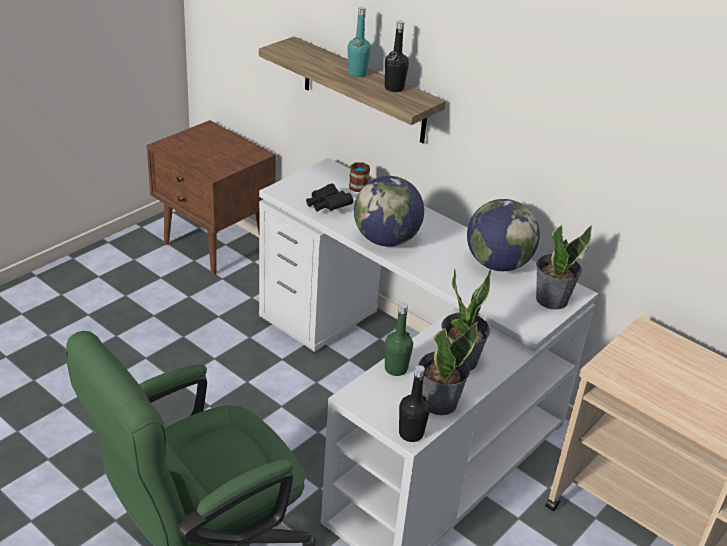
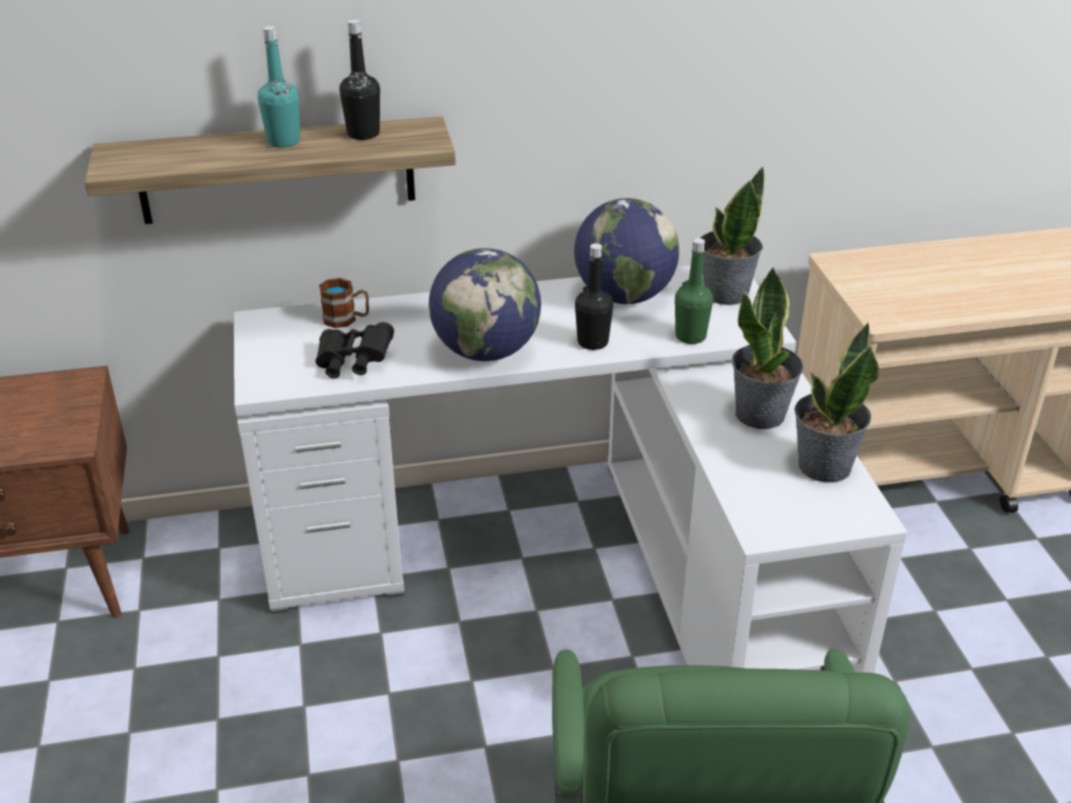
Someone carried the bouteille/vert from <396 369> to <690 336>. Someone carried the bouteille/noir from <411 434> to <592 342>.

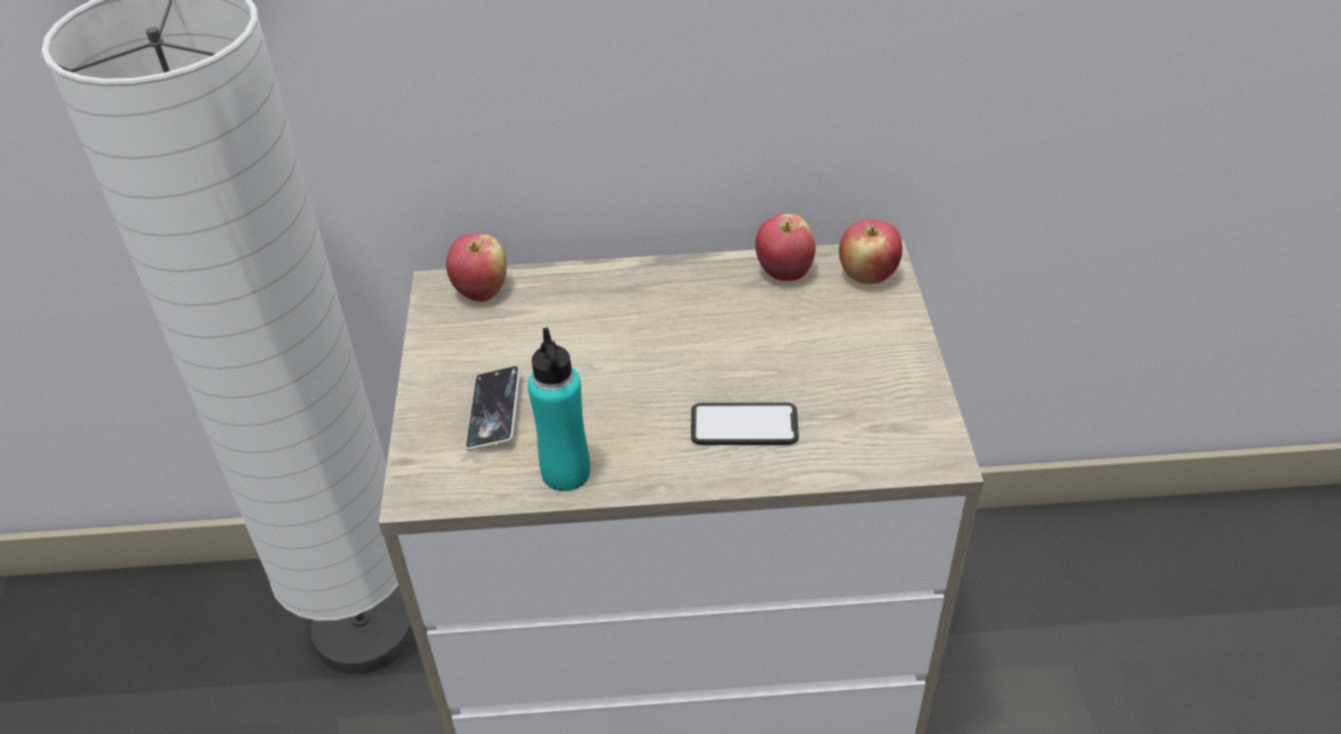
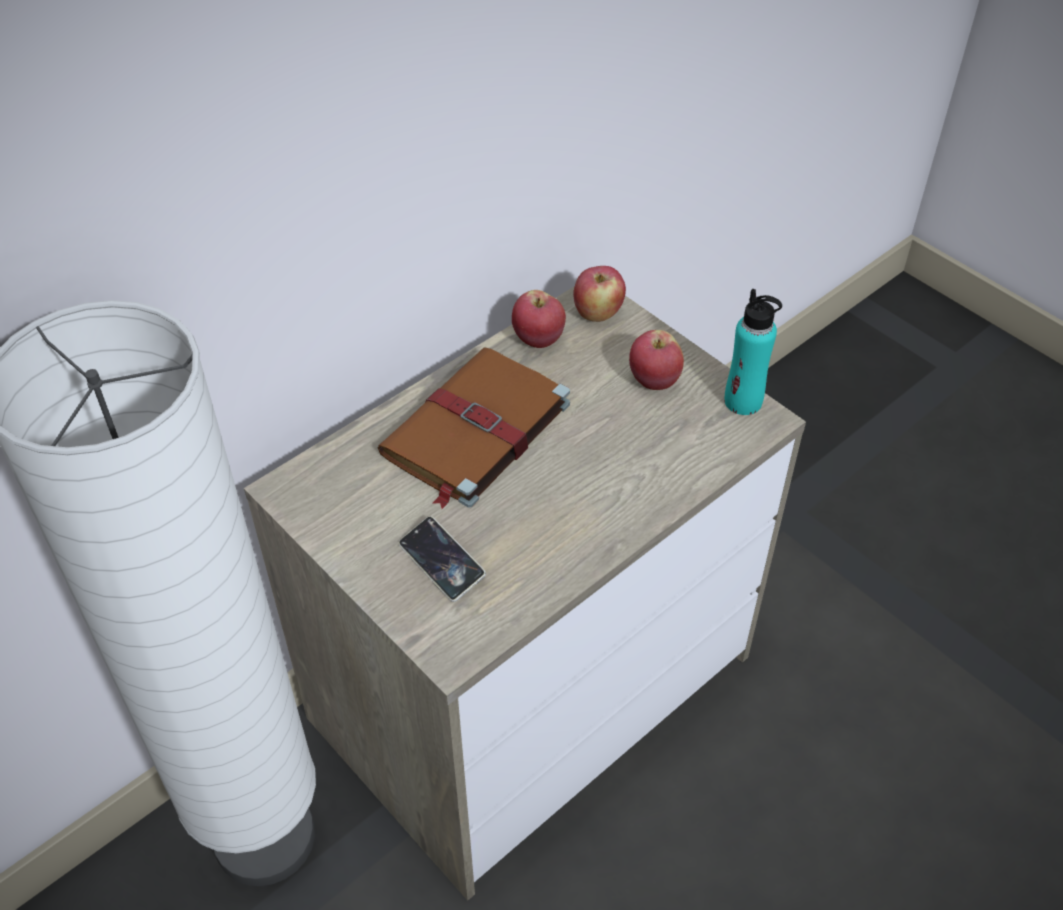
Someone took away the téléphone at <744 425>. Someone put down the livre/marron at <474 431>. Someone carried the pomme from <481 291> to <654 380>. Someone carried the bouteille/turquoise from <566 473> to <743 401>.

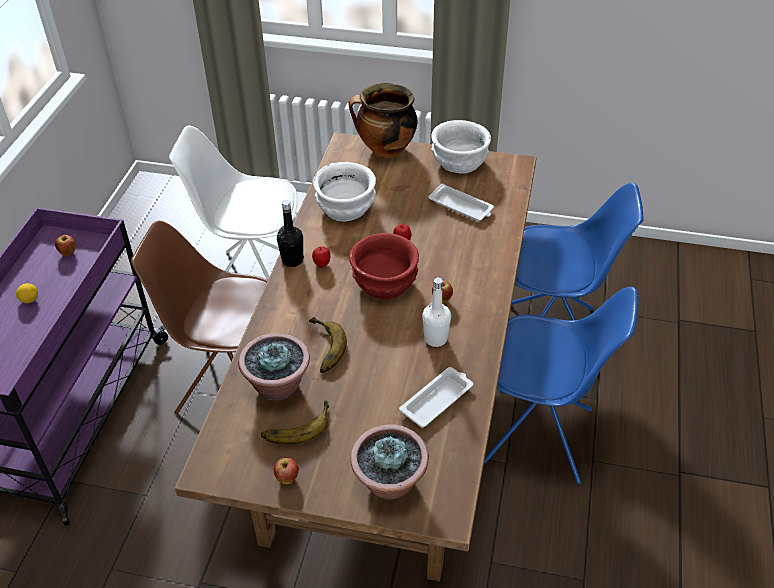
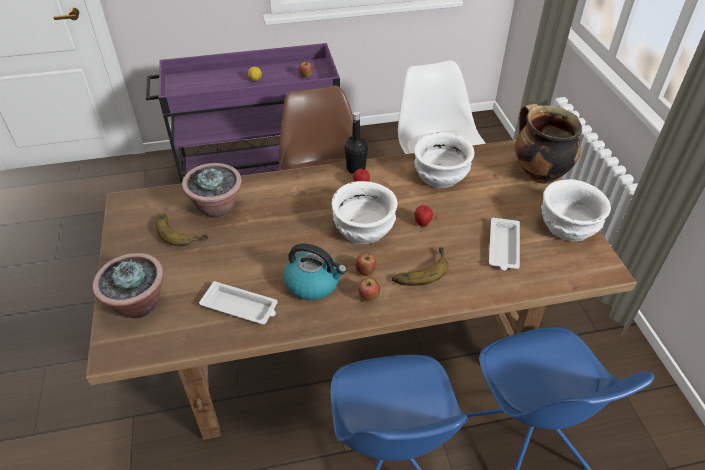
Someone carried the pomme from <287 479> to <368 297>. Someone carried the banane from <321 348> to <418 269>. Someone swapped the bouteille/blanc at <435 339> for the bouilloire at <314 283>. Someone repainted the bol/rouge at <385 282>, which became the bol/blanc at <364 229>.

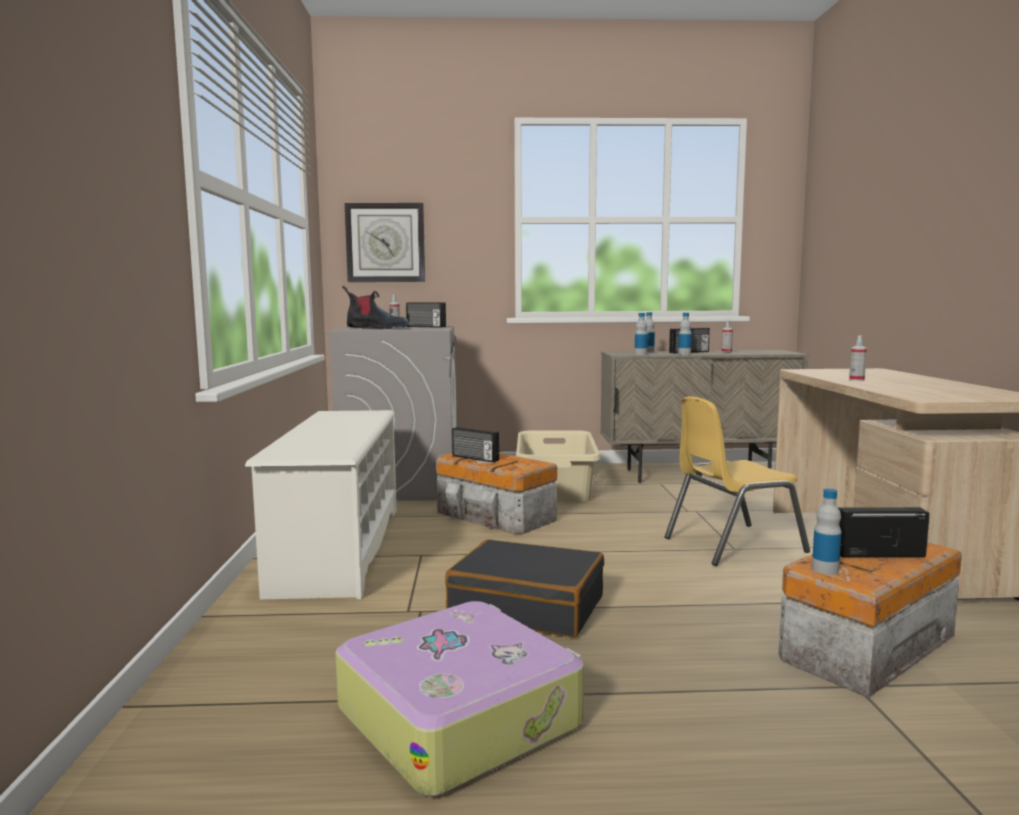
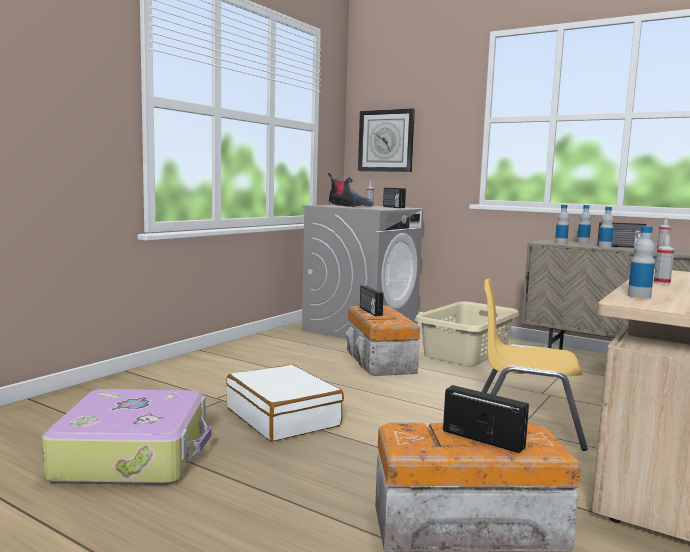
Someone took away the étagère à chaussures/blanc at <338 548>. Someone carried the bouteille from <825 569> to <639 296>. Someone repainted the valise/noir at <527 607>, which became the valise/blanc at <283 417>.

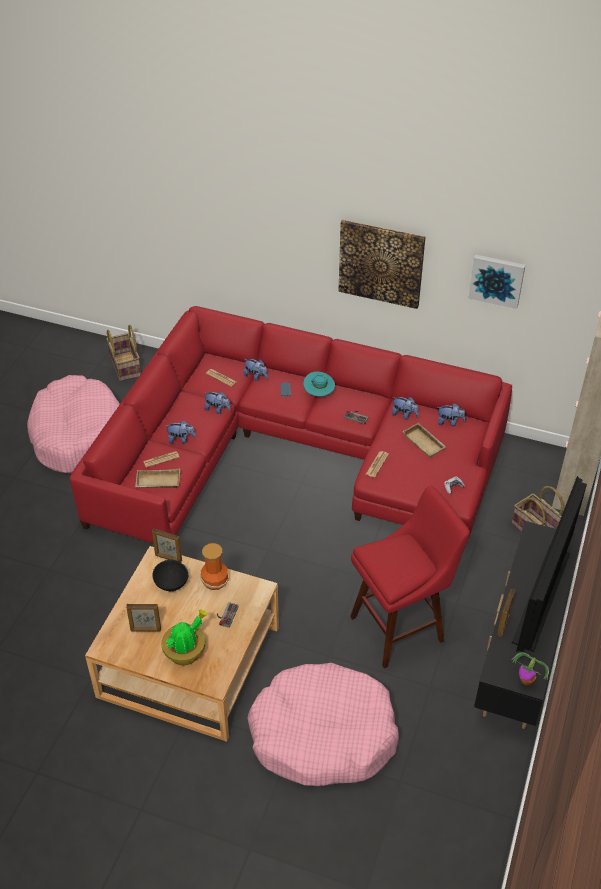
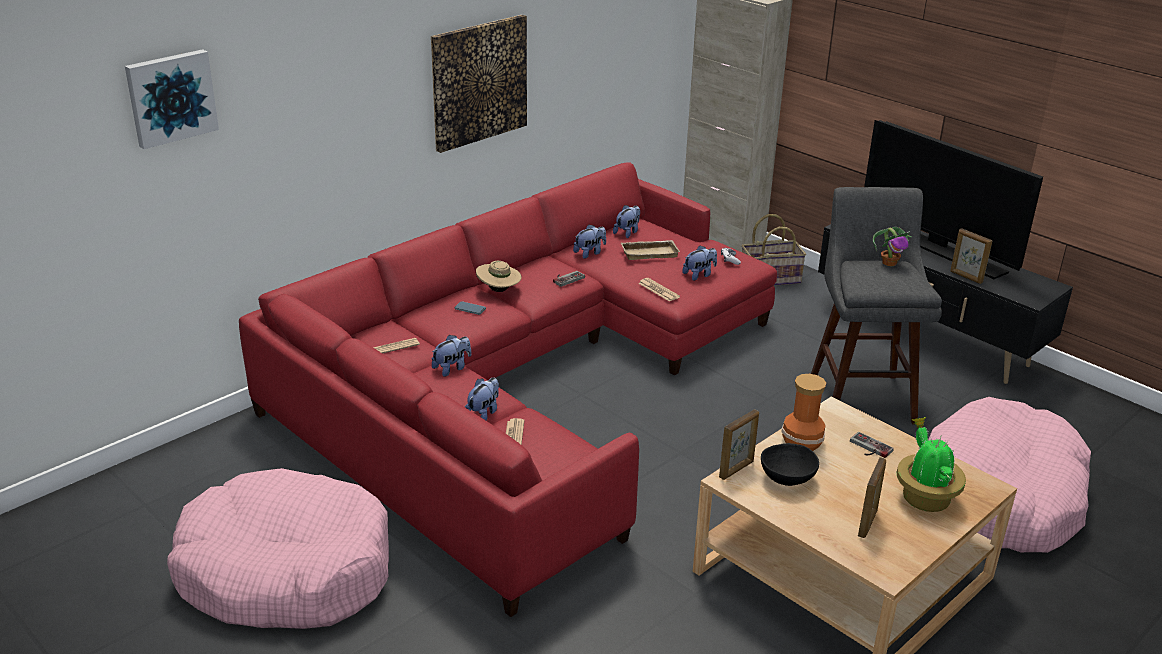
Someone took away the panier at <126 366>. Someone took away the plateau/beige at <157 482>. Someone carried the peluche from <256 376> to <699 275>. Someone carried the tableau from <497 280> to <171 97>. Someone carried the plante en pot from <527 680> to <889 263>. Someone repainted the chapeau/turquoise at <319 393>, which became the chapeau/beige at <499 290>. Someone repainted the tabouret/rouge at <401 627>, which became the tabouret/gris at <860 395>.

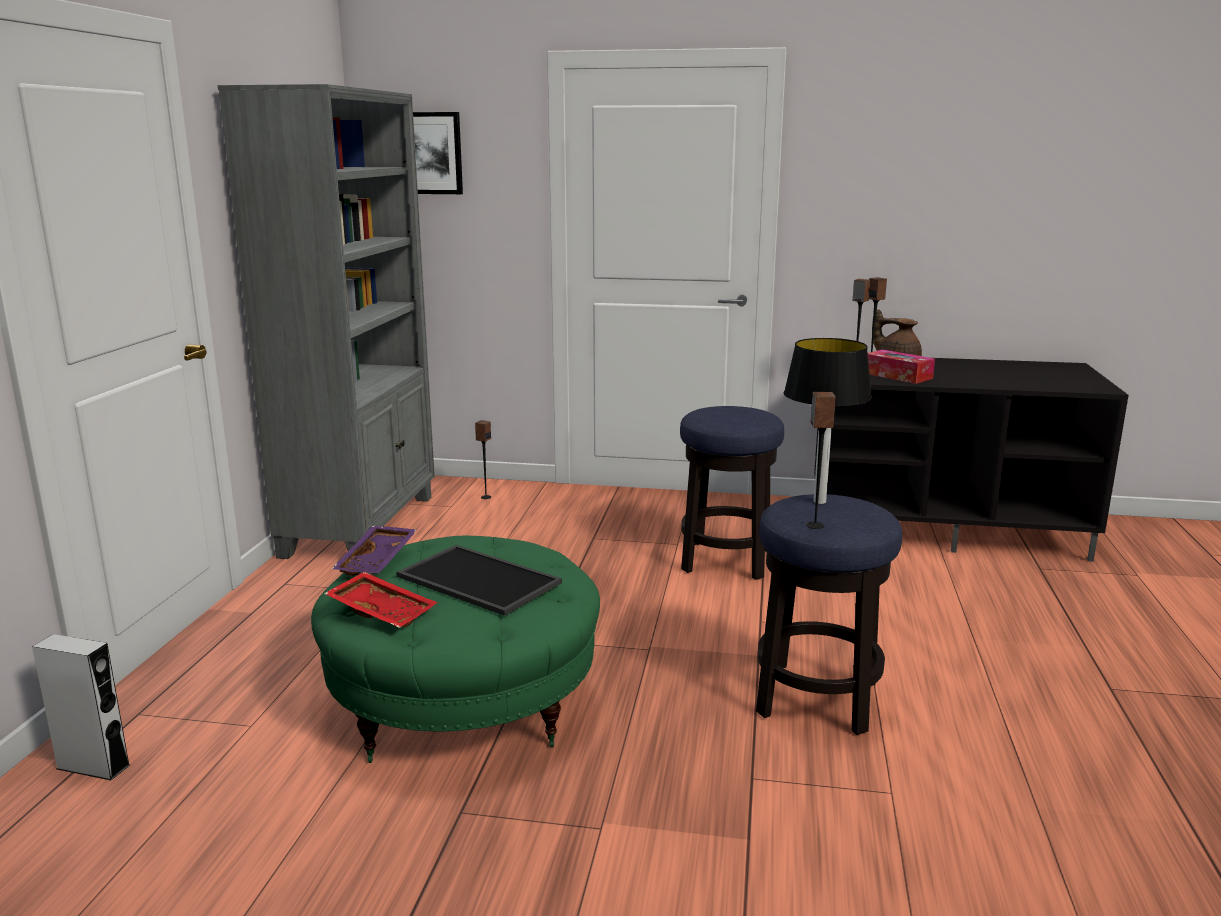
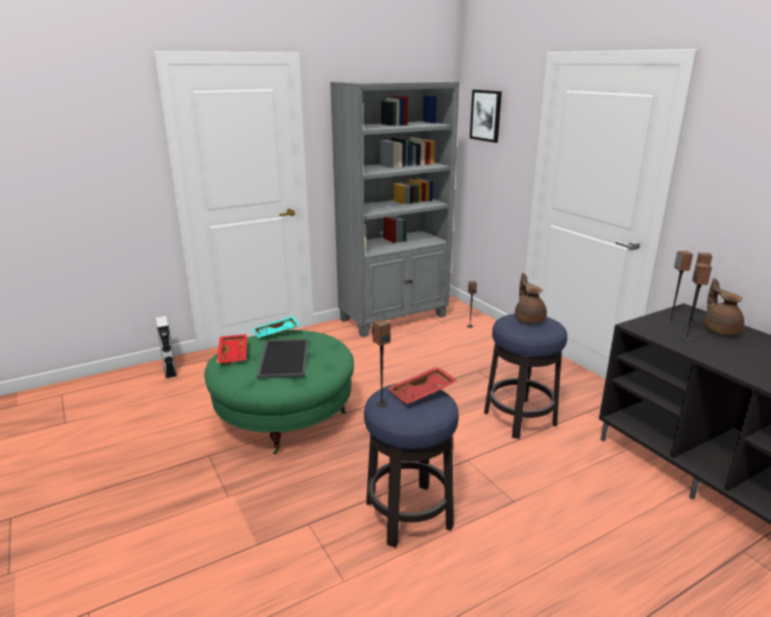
Someone put down the théière/marron at <529 319>. Someone swapped the lampe de table at <820 501> for the plateau/rouge at <423 393>. Someone swapped the boîte à mouchoirs at <897 376> for the enceinte at <687 338>. Someone repainted the plateau/violet at <378 561>, which became the plateau/turquoise at <276 333>.

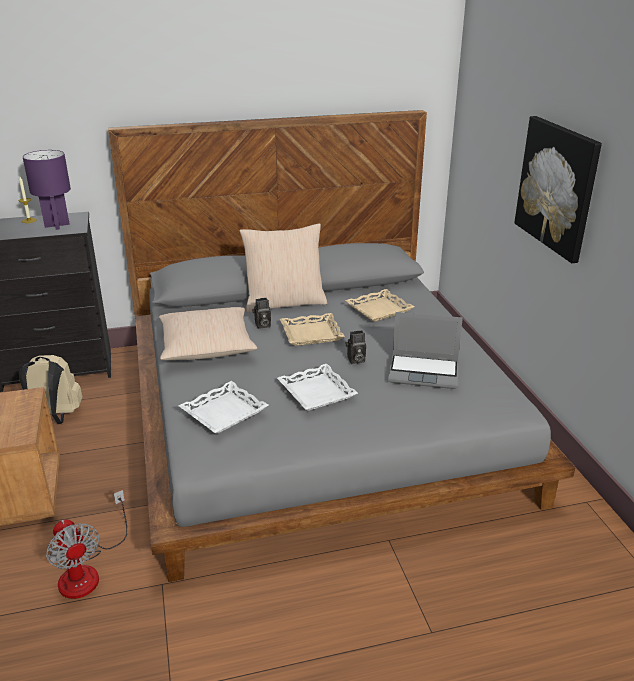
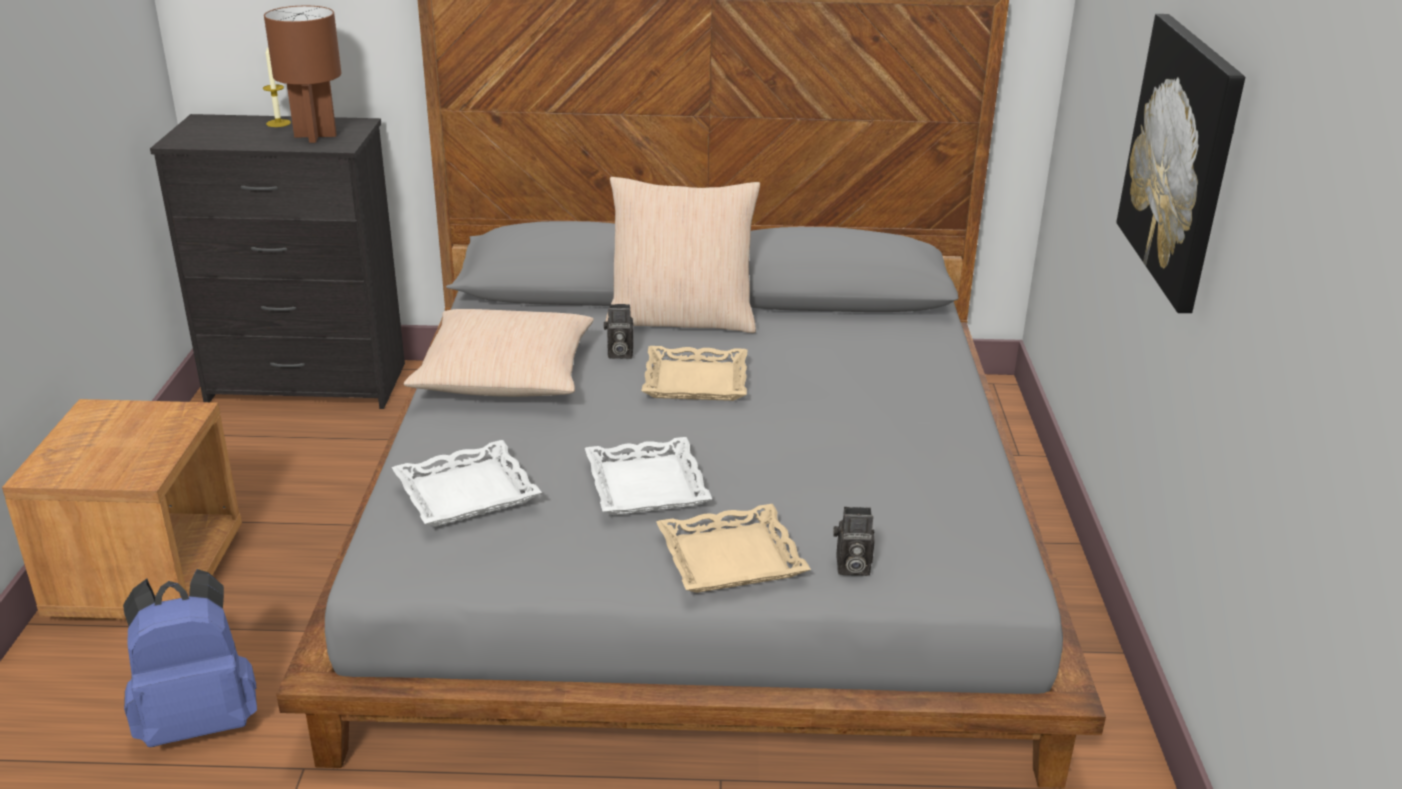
Someone took away the sac à dos/beige at <55 417>. Someone took away the ordinateur portable at <424 372>. Someone carried the plateau/beige from <379 310> to <731 559>. Someone carried the appareil photo from <355 360> to <851 567>. Someone swapped the ventilateur at <87 571> for the sac à dos/bleu at <200 720>. Someone repainted the lampe de table/violet at <56 225>, which became the lampe de table/marron at <315 136>.

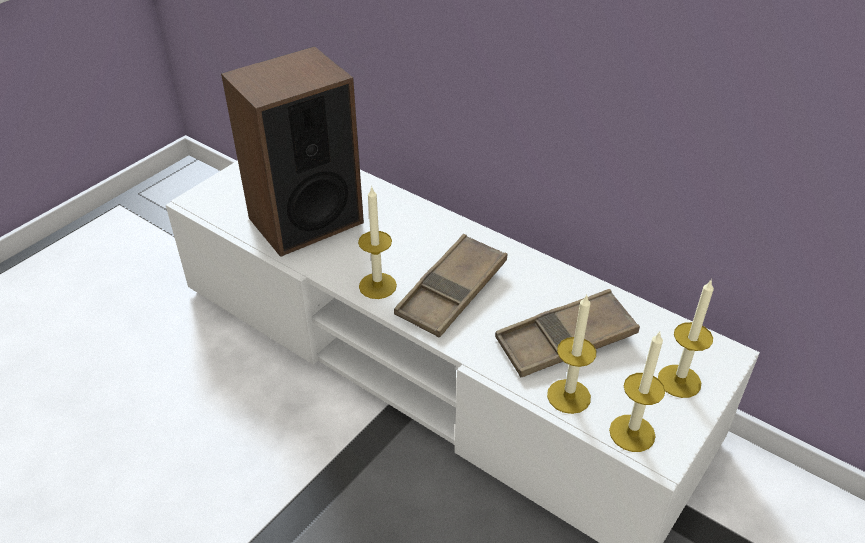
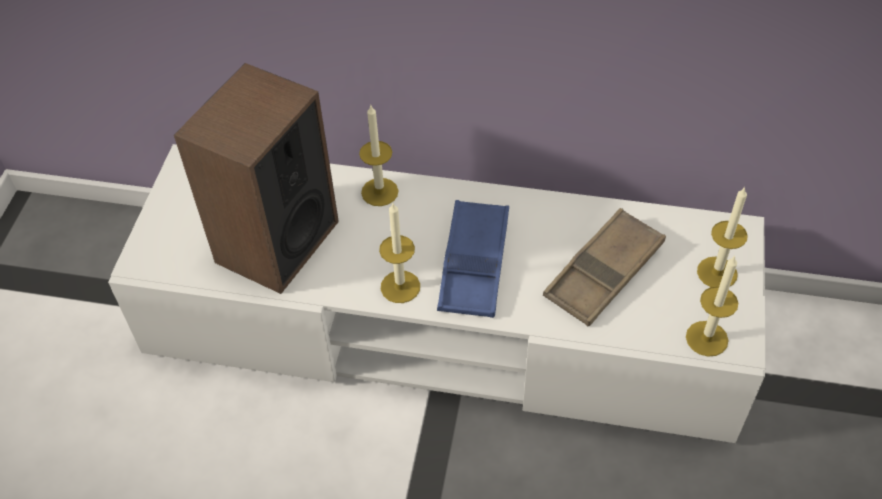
Someone carried the bougie from <568 396> to <379 192>. Someone repainted the plateau/marron at <452 291>, which became the plateau/bleu at <474 264>.

